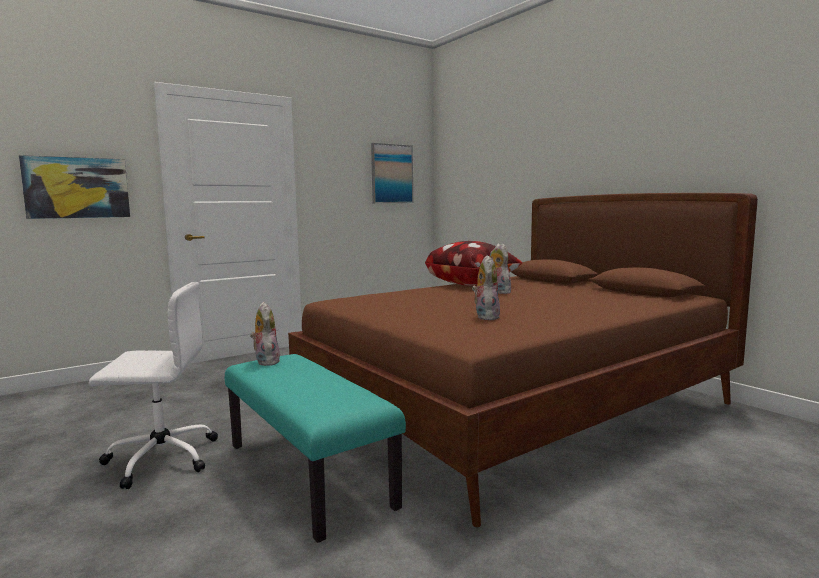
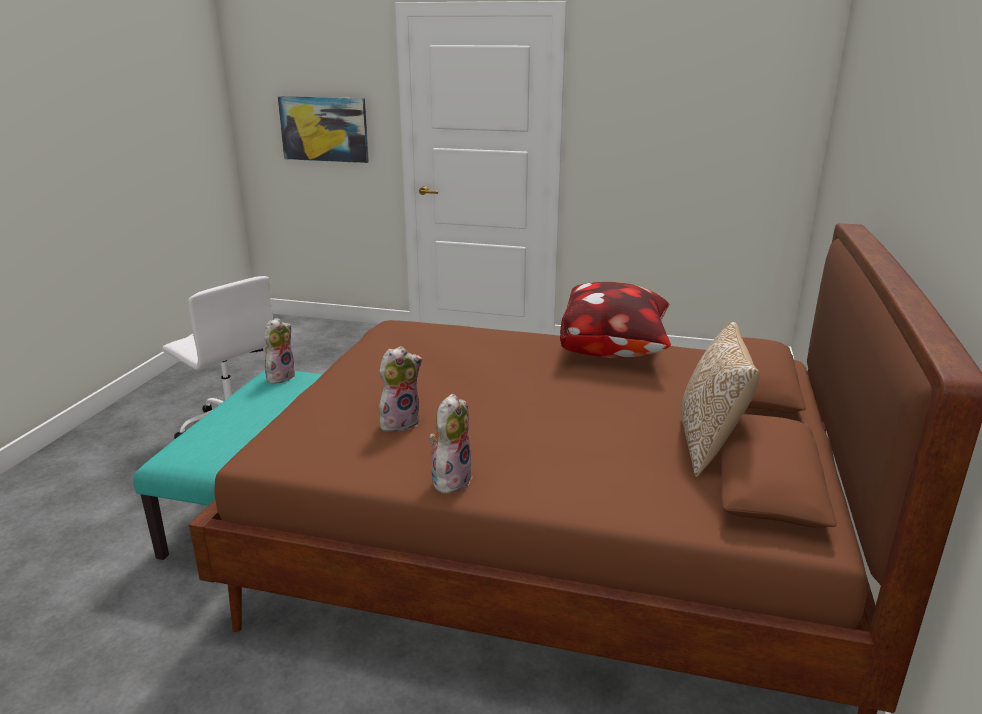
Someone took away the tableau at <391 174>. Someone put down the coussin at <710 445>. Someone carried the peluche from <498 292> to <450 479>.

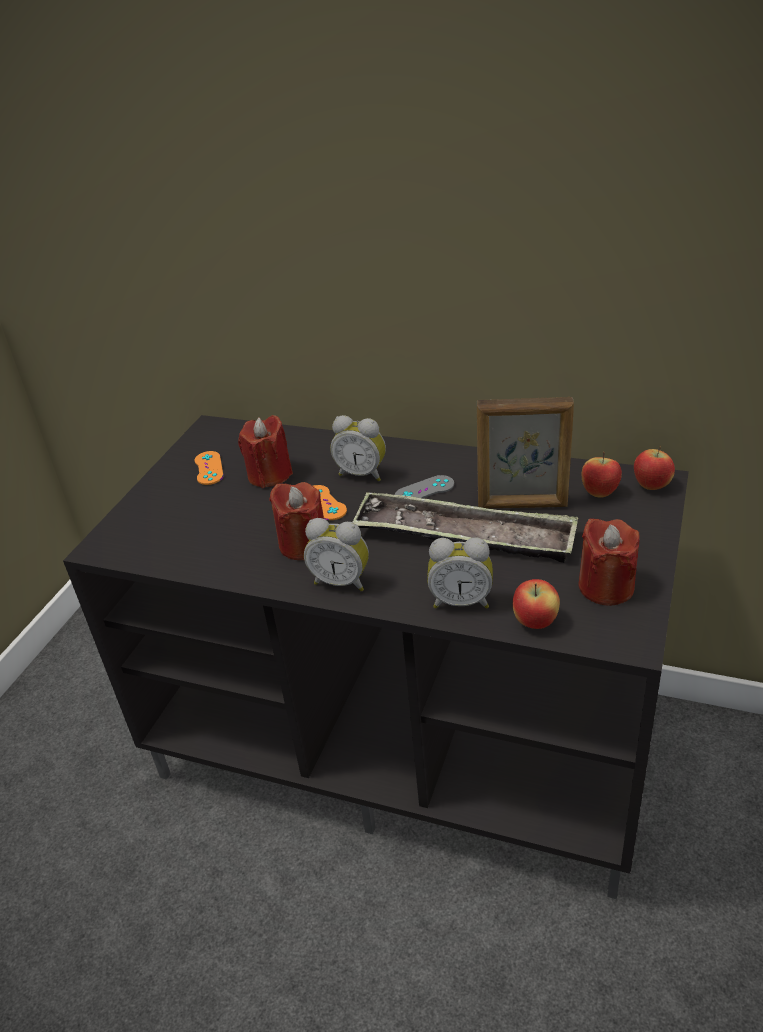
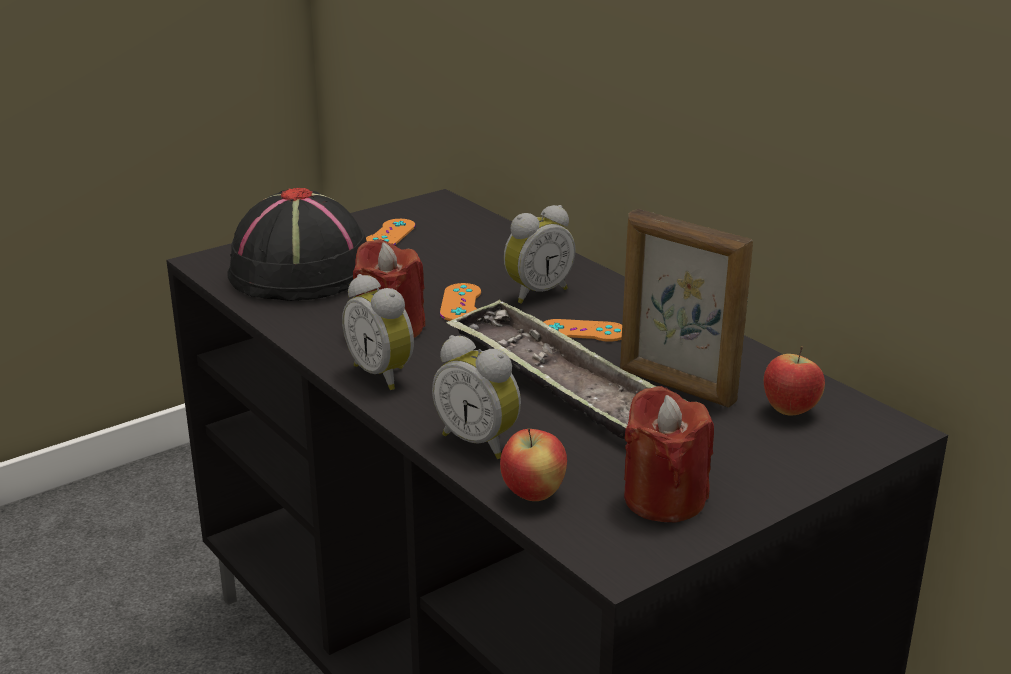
Someone took away the bougie/rouge at <269 475>. Someone took away the pomme at <651 486>. Someone put down the chapeau/noir at <300 273>. Someone repainted the manette/gris at <424 490>, which became the manette/orange at <582 331>. Someone rotated the réveil at <362 473> by 90 degrees counterclockwise.

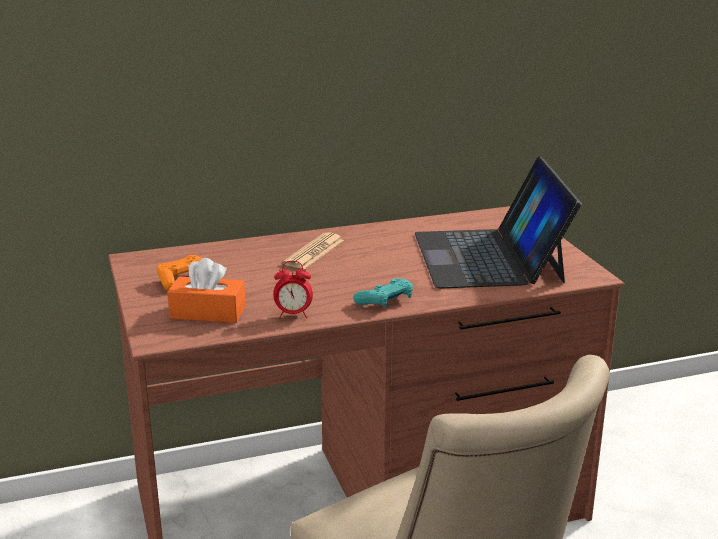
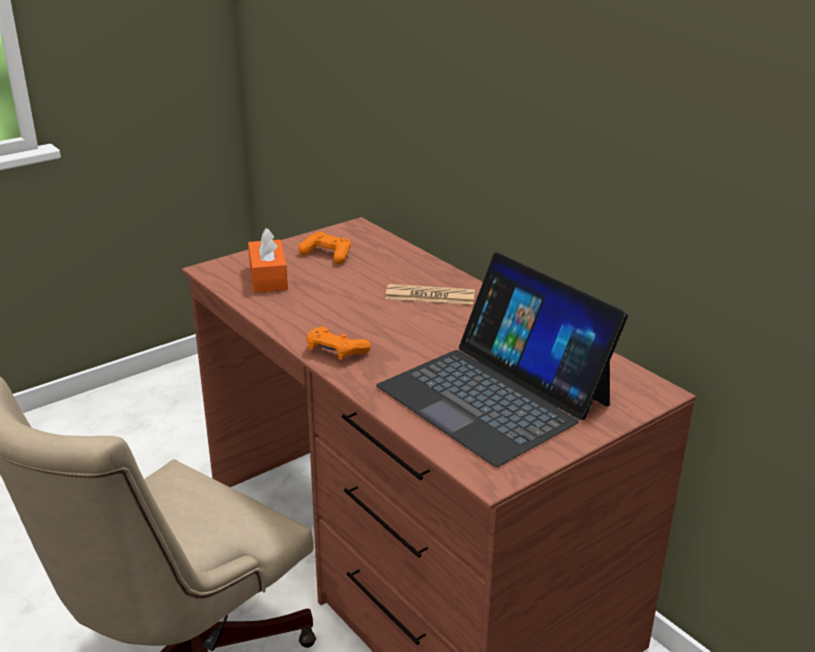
Someone took away the réveil at <293 315>. Someone repainted the manette/turquoise at <385 301>, which became the manette/orange at <335 351>. Someone rotated the ordinateur portable at <489 257> by 105 degrees counterclockwise.

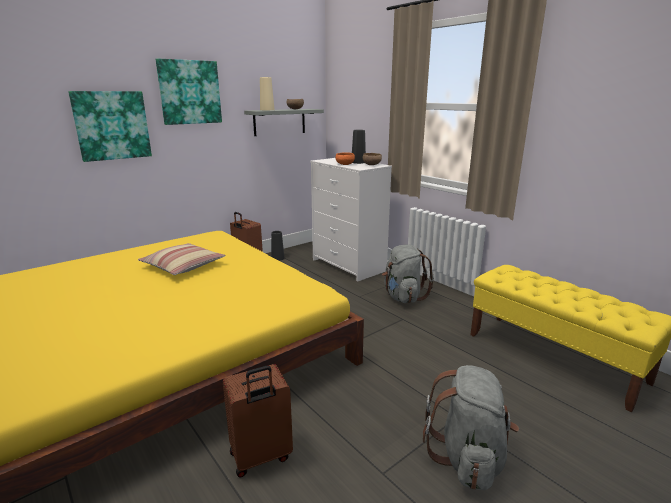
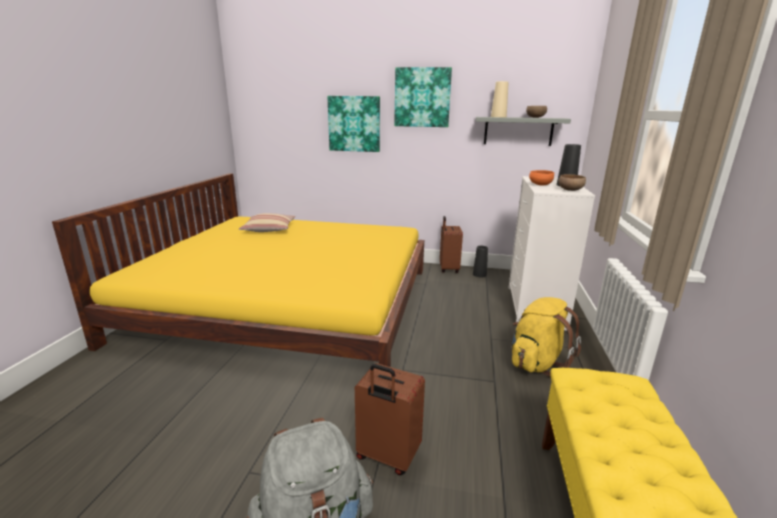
Someone carried the coussin from <183 266> to <269 229>. Someone carried the valise/marron from <261 457> to <387 456>. Someone repainted the sac à dos/gris at <403 297>, which became the sac à dos/jaune at <537 363>.

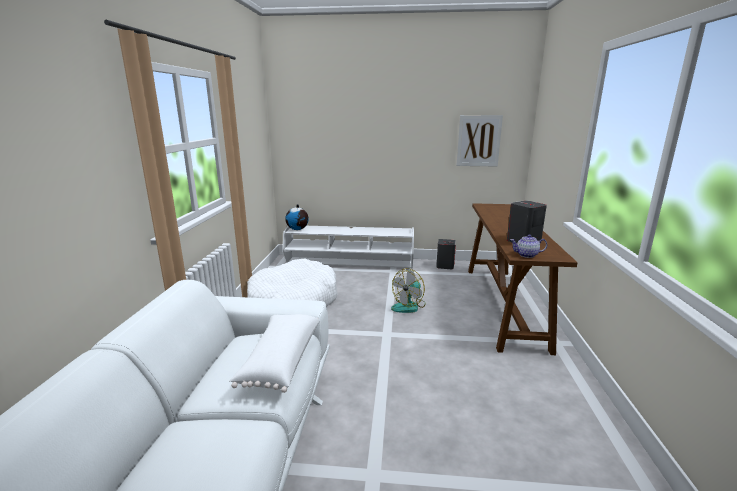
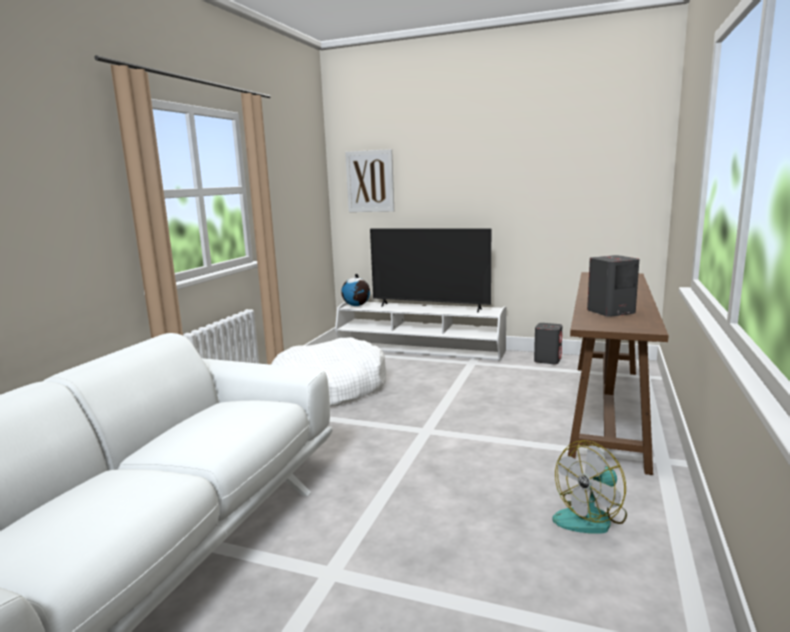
Someone took away the coussin/blanc at <280 361>. Someone took away the théière at <526 255>. Someone put down the téléviseur at <430 307>. Someone carried the ventilateur from <409 306> to <591 517>. Someone carried the tableau from <478 141> to <370 181>.

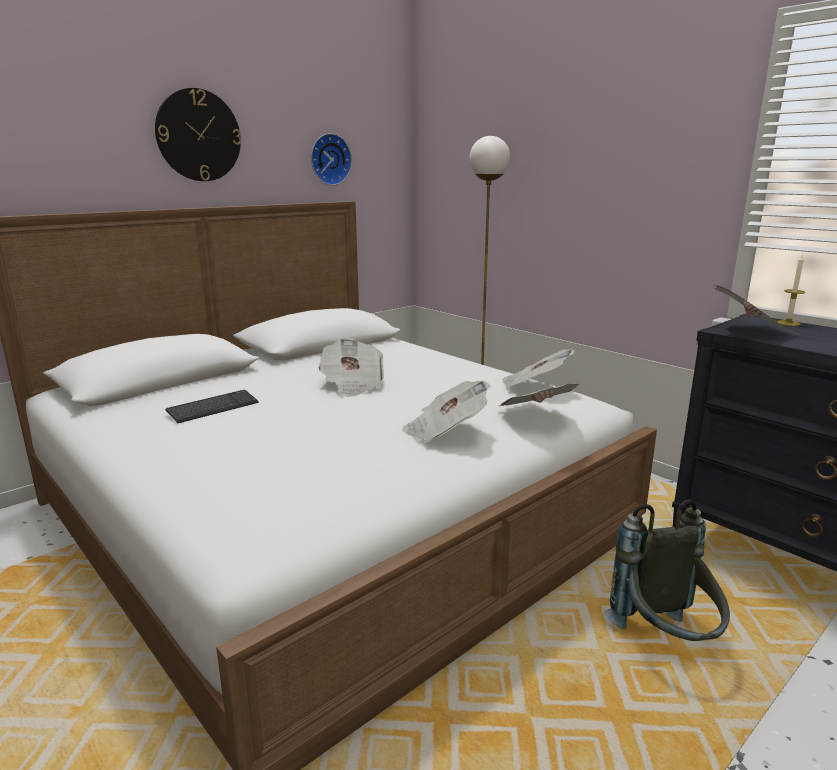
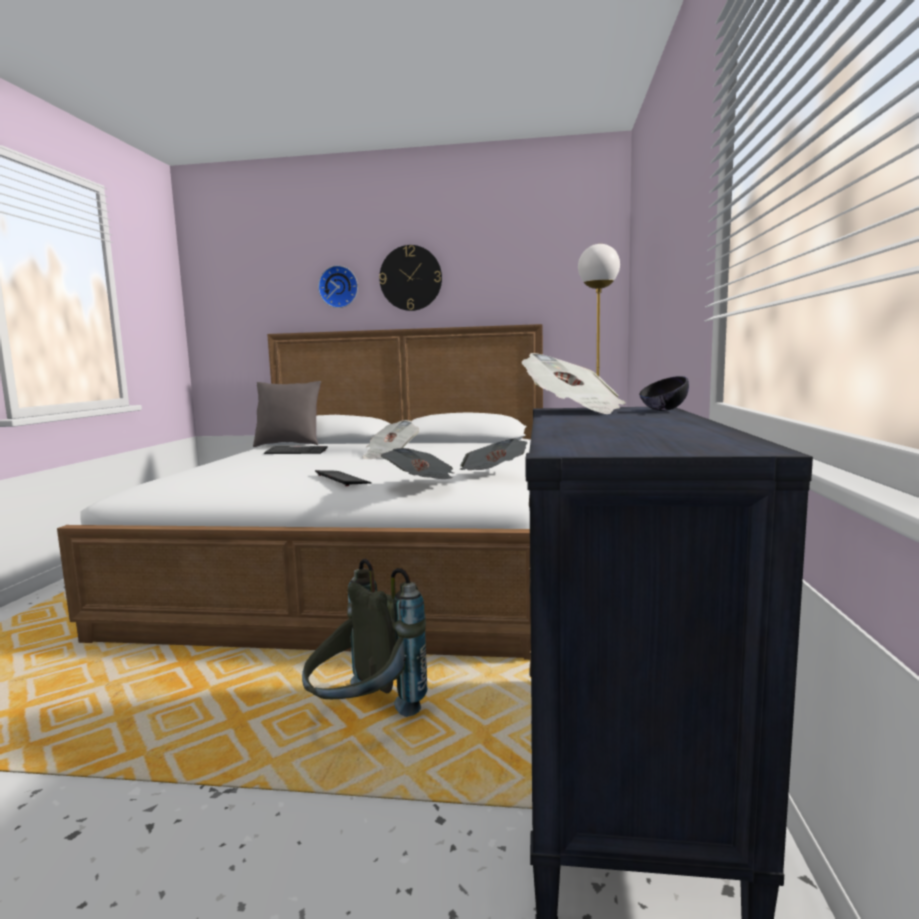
Someone put down the coussin/gris at <289 445>. Someone carried the horloge murale from <329 159> to <339 287>. Someone swapped the journal at <445 431> for the clavier at <342 479>. Someone swapped the bougie at <788 323> for the bol/noir at <663 410>.

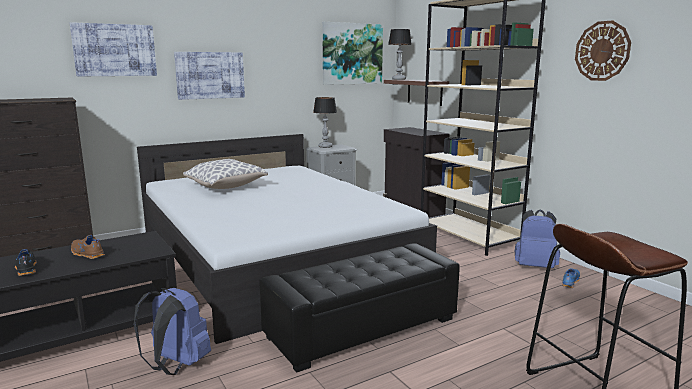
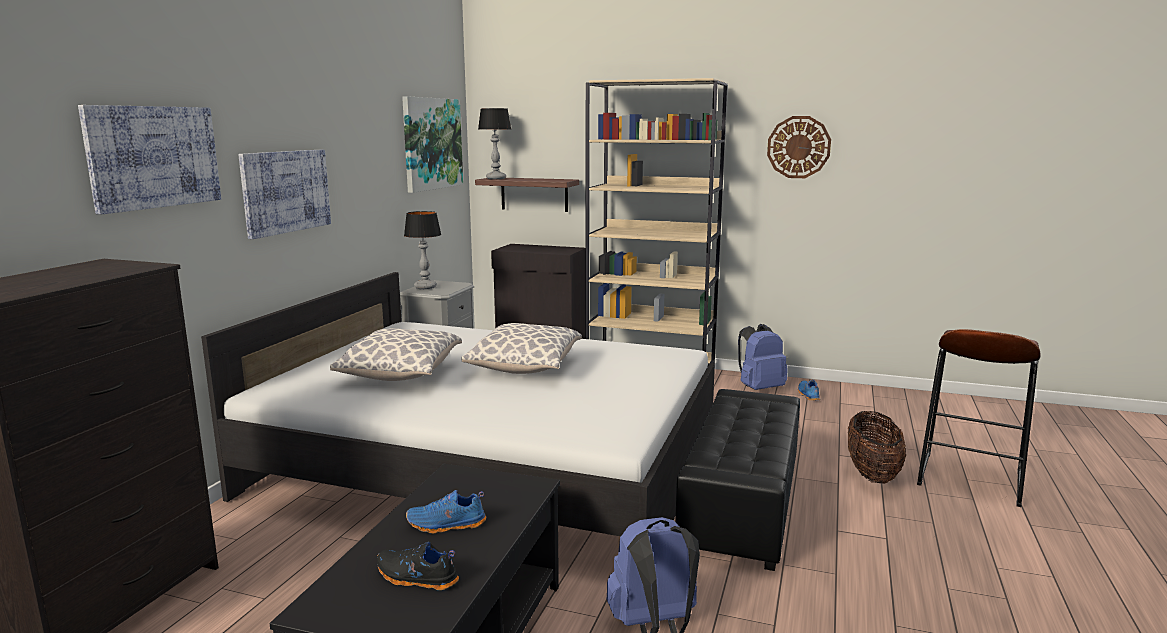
Someone put down the coussin at <524 368>. Someone put down the panier at <872 474>. Someone repainted the chaussure/marron at <87 254>, which became the chaussure/bleu at <446 525>.

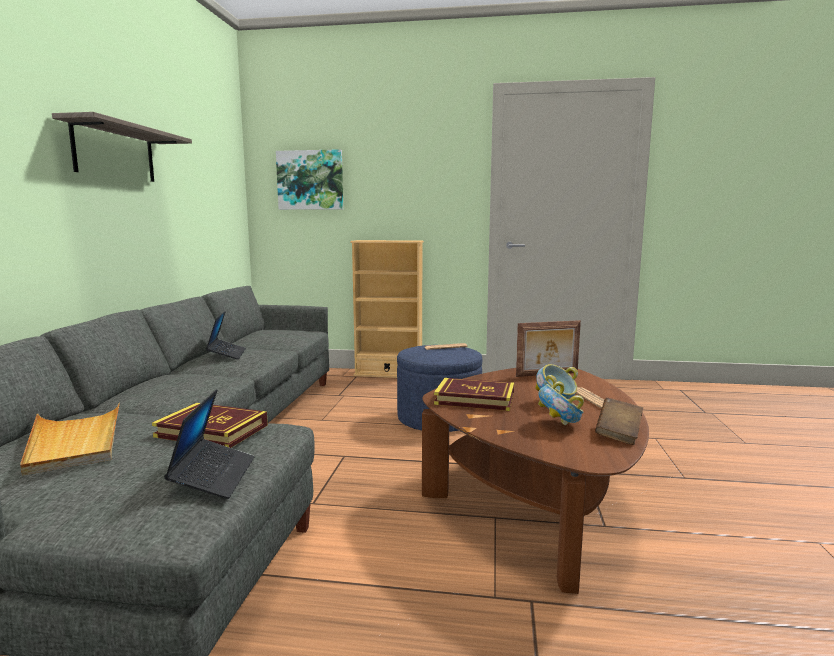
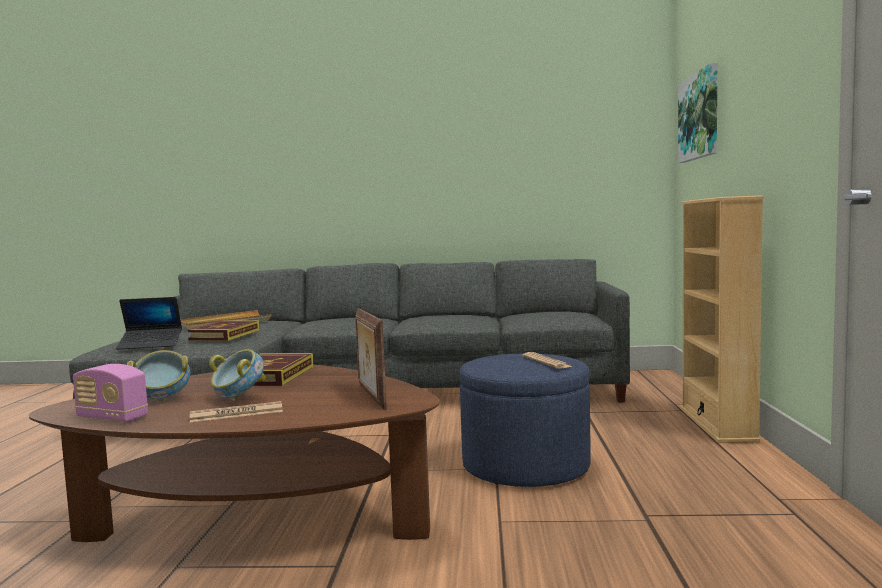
Someone took away the étagère at <115 153>. Someone took away the ordinateur portable at <227 354>. Someone swapped the livre/marron at <618 434> for the radio at <112 418>.

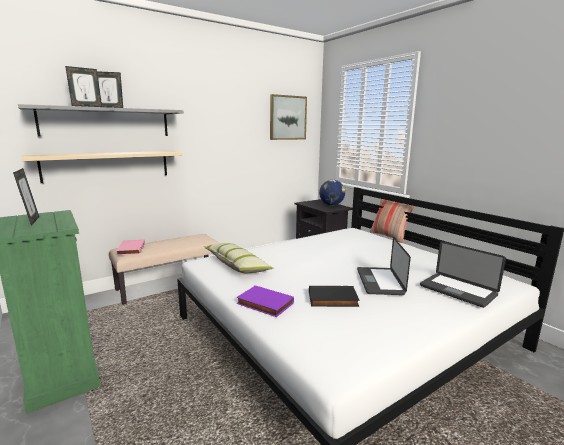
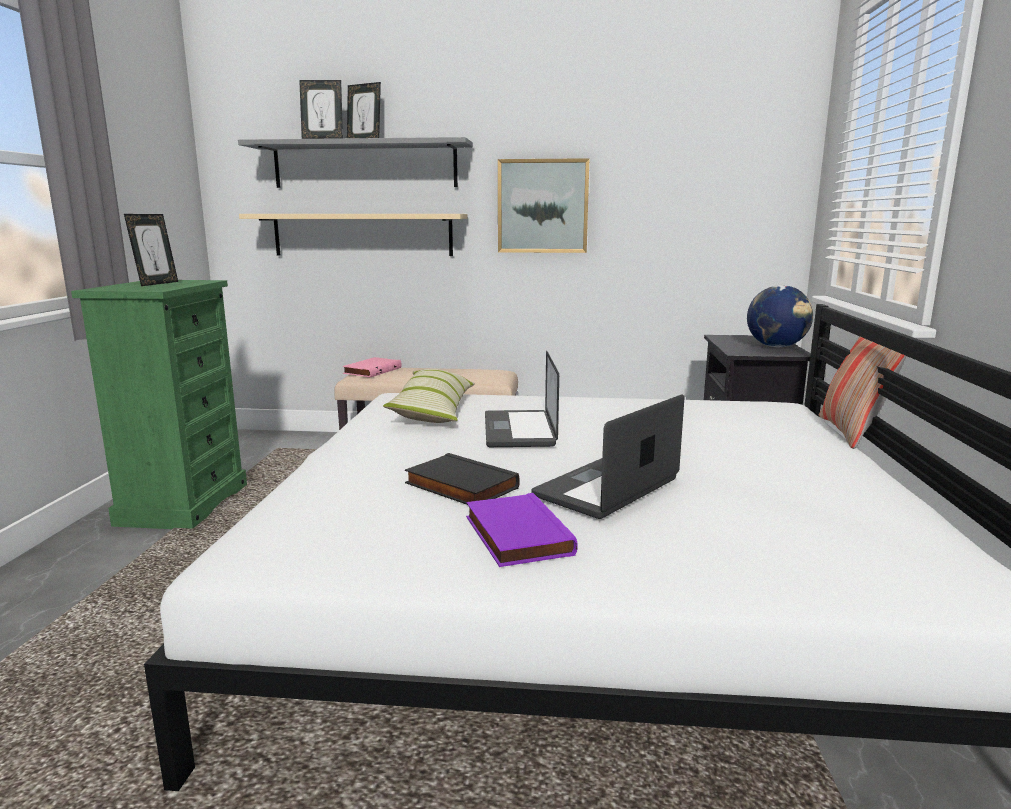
Someone carried the livre/violet from <264 304> to <515 535>. Someone carried the tableau from <287 118> to <542 206>. Someone carried the ordinateur portable from <457 290> to <519 430>.

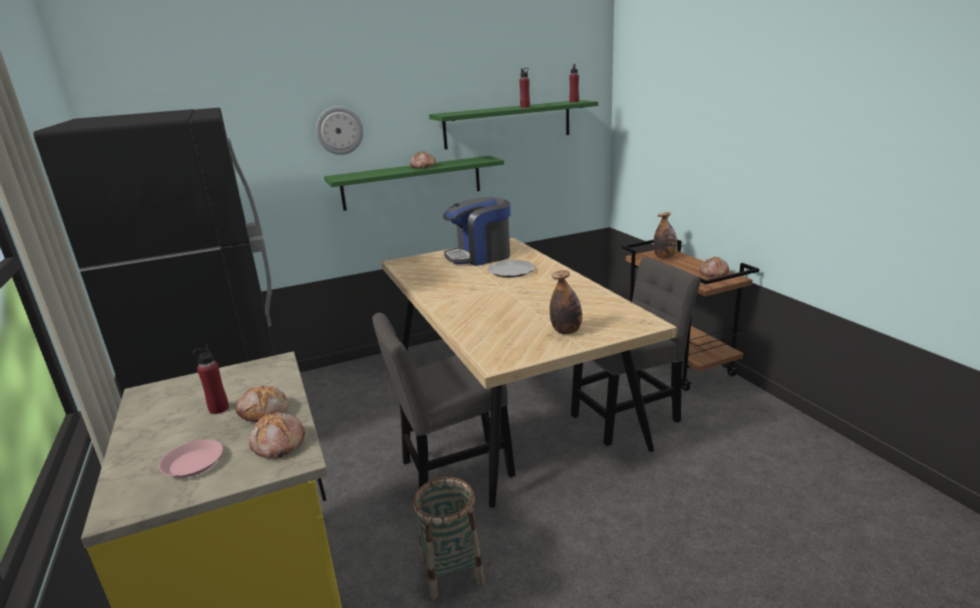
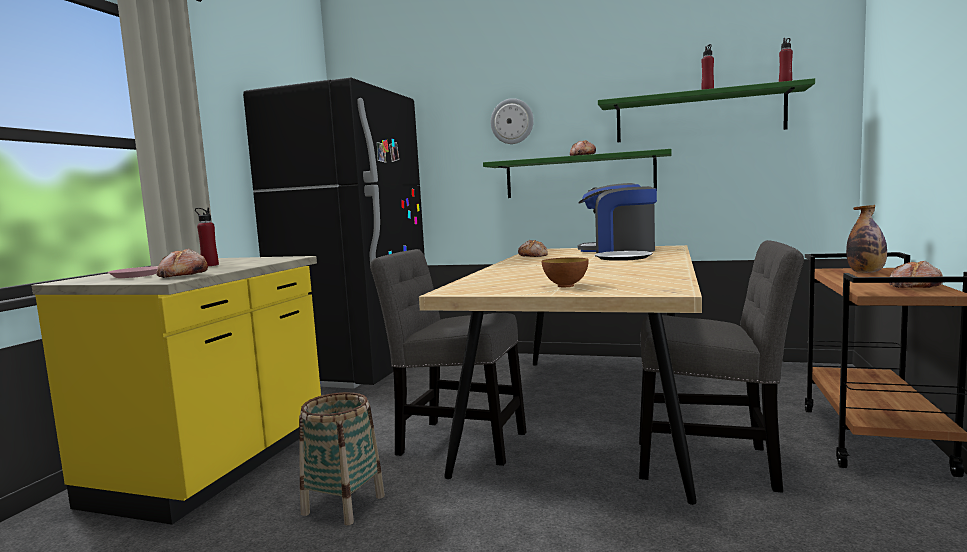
Someone carried the pain from <264 411> to <533 256>. Someone swapped the bouteille at <566 331> for the bol at <565 286>.

